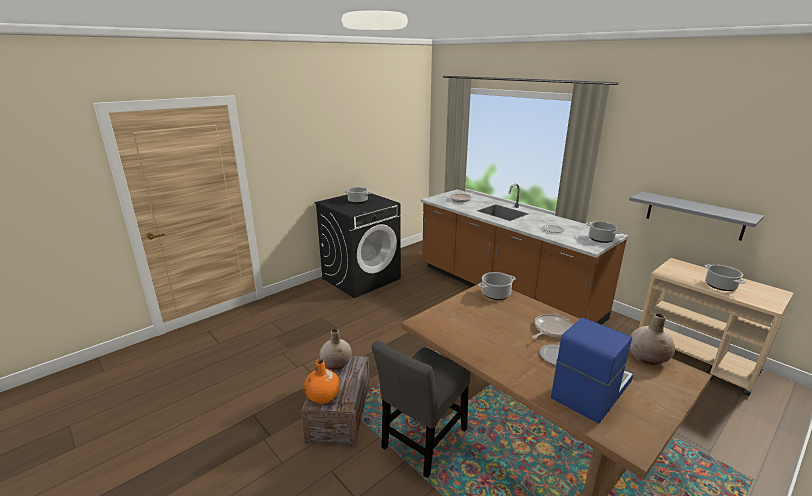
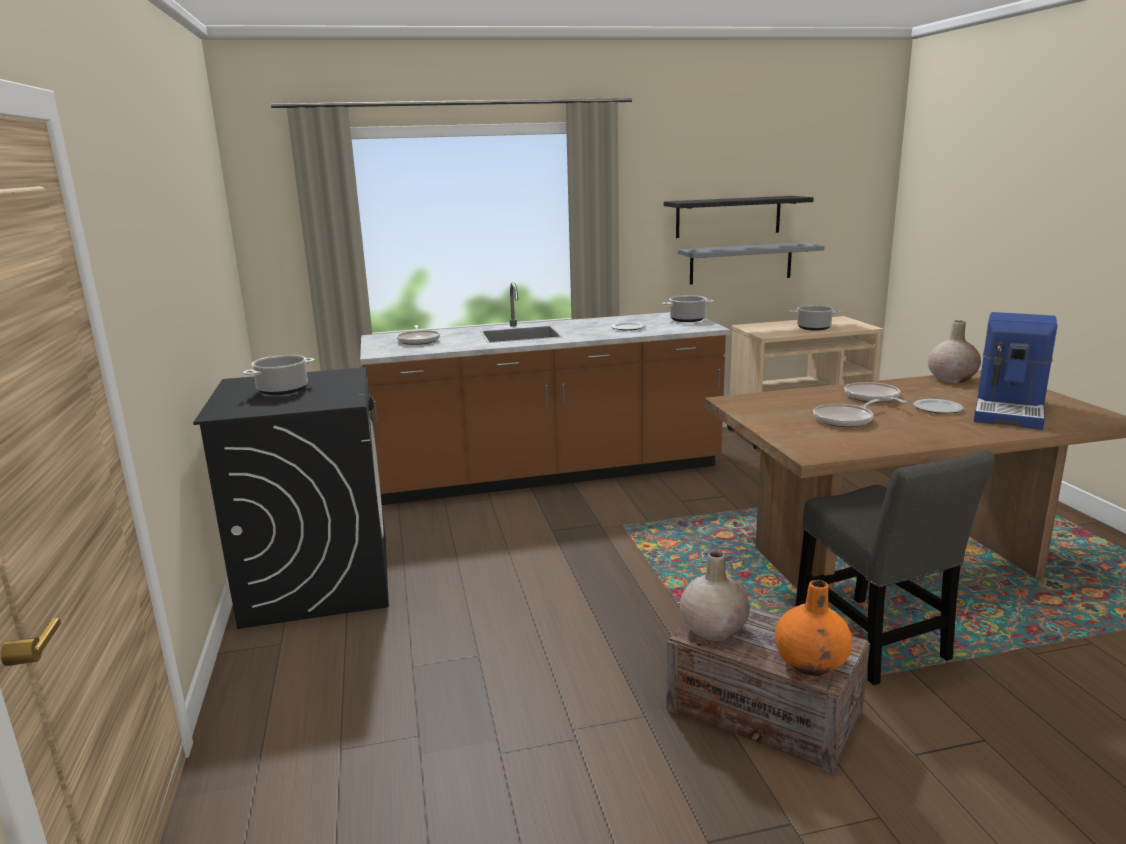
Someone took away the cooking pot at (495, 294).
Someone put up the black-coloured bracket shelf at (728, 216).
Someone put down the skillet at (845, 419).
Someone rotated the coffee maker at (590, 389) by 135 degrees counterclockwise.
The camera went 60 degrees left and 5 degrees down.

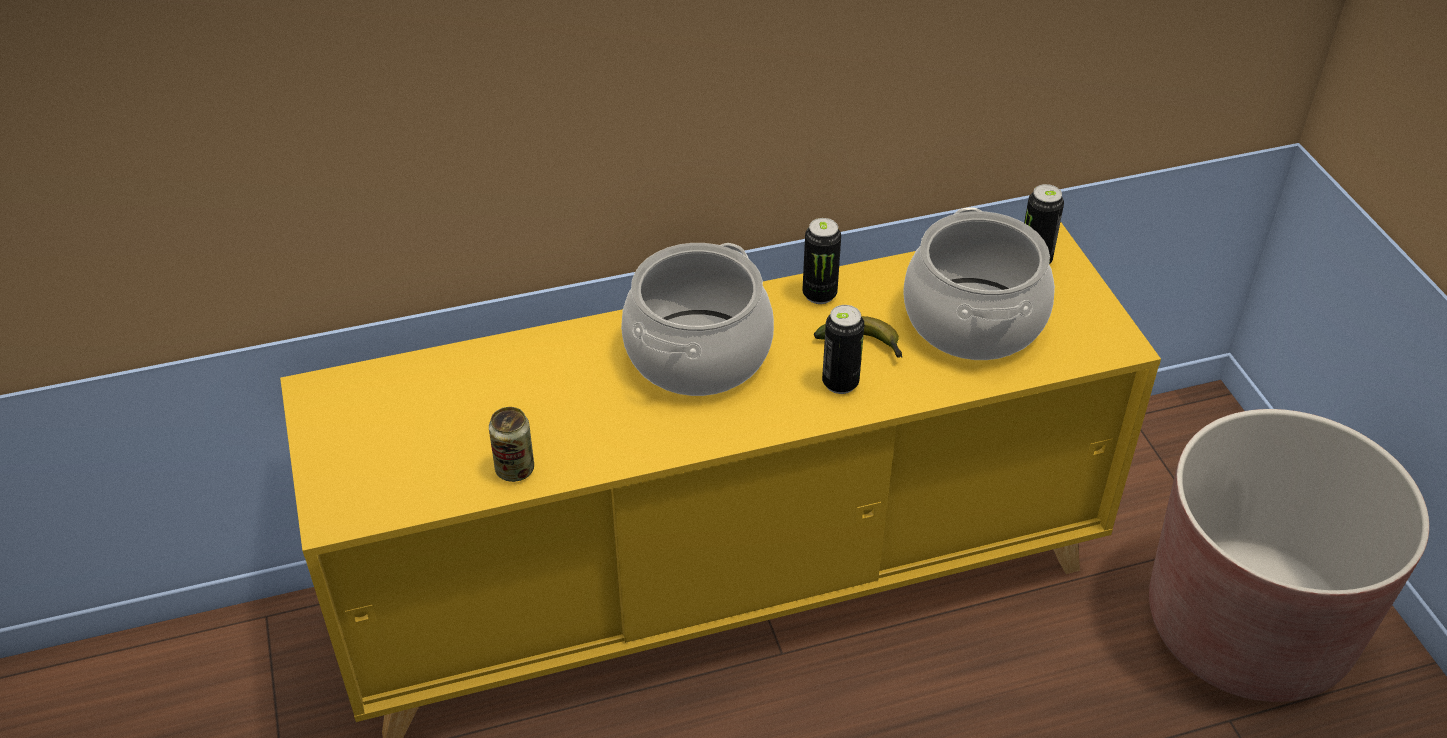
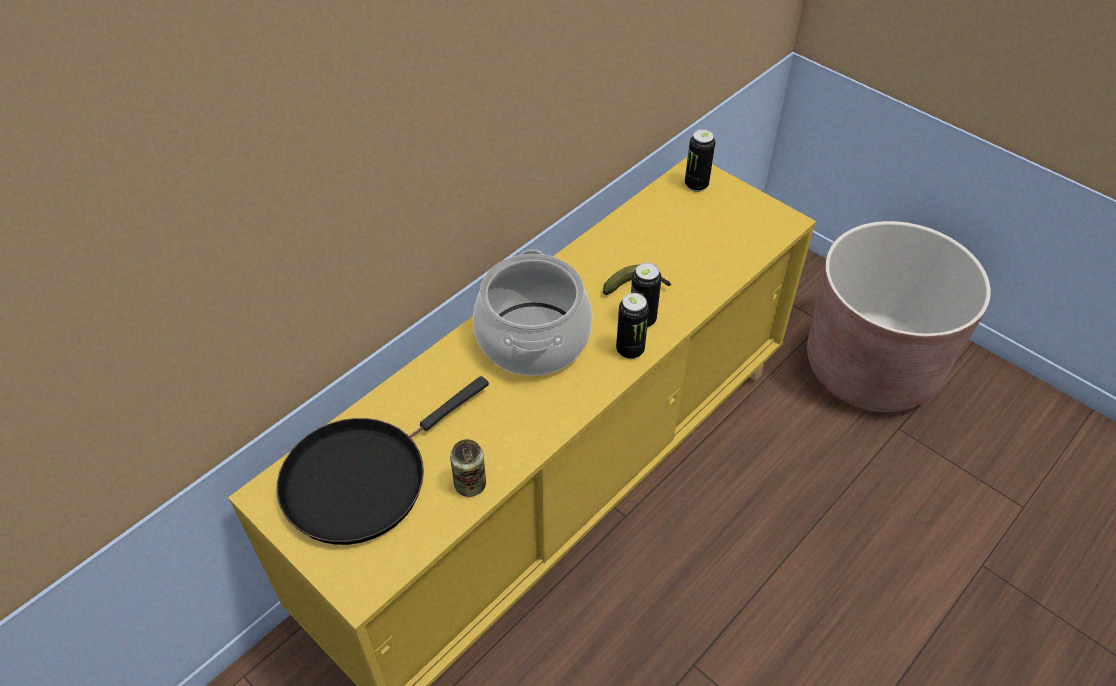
Someone took away the cooking pot at (972, 319).
Someone put down the black-coloured skillet at (362, 478).
Someone carried the metal can from (819, 294) to (630, 350).
The camera went 30 degrees left and 5 degrees up.

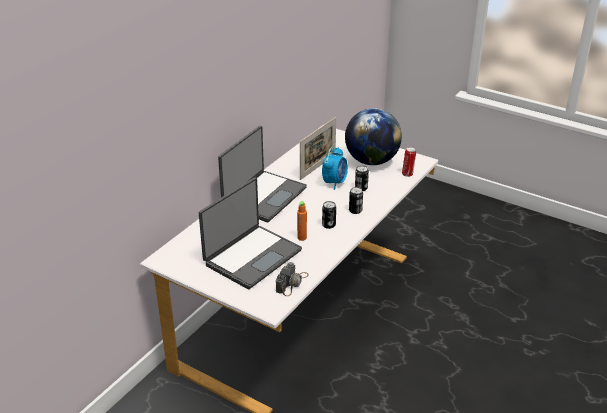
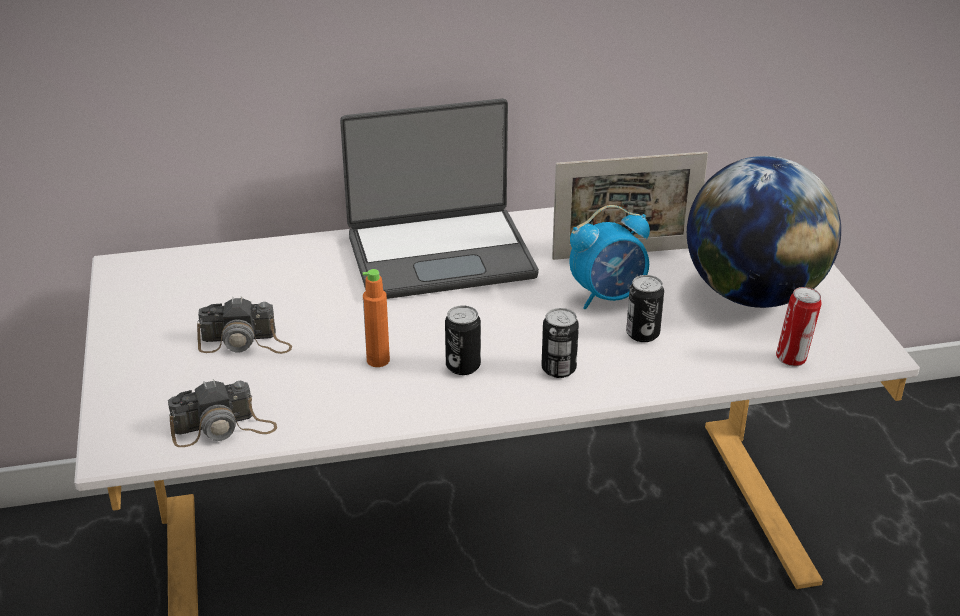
Someone swapped the portable computer at (251, 257) for the still camera at (245, 343).
The camera went 45 degrees right and 0 degrees up.

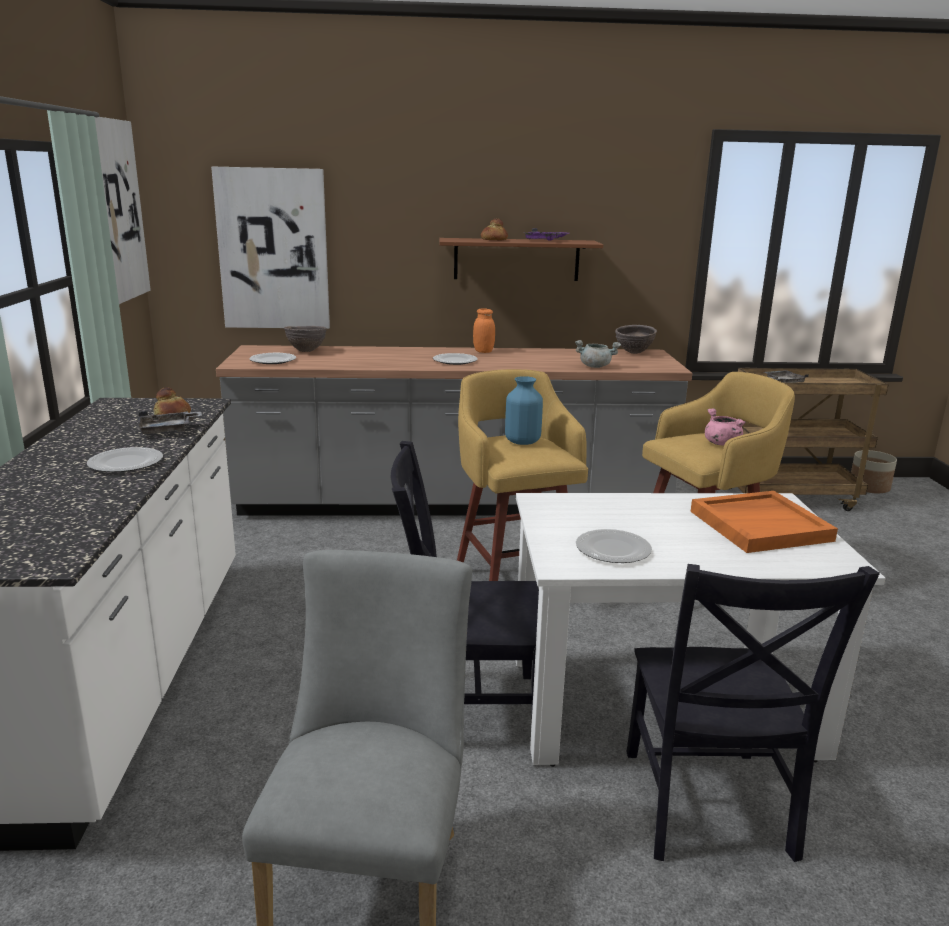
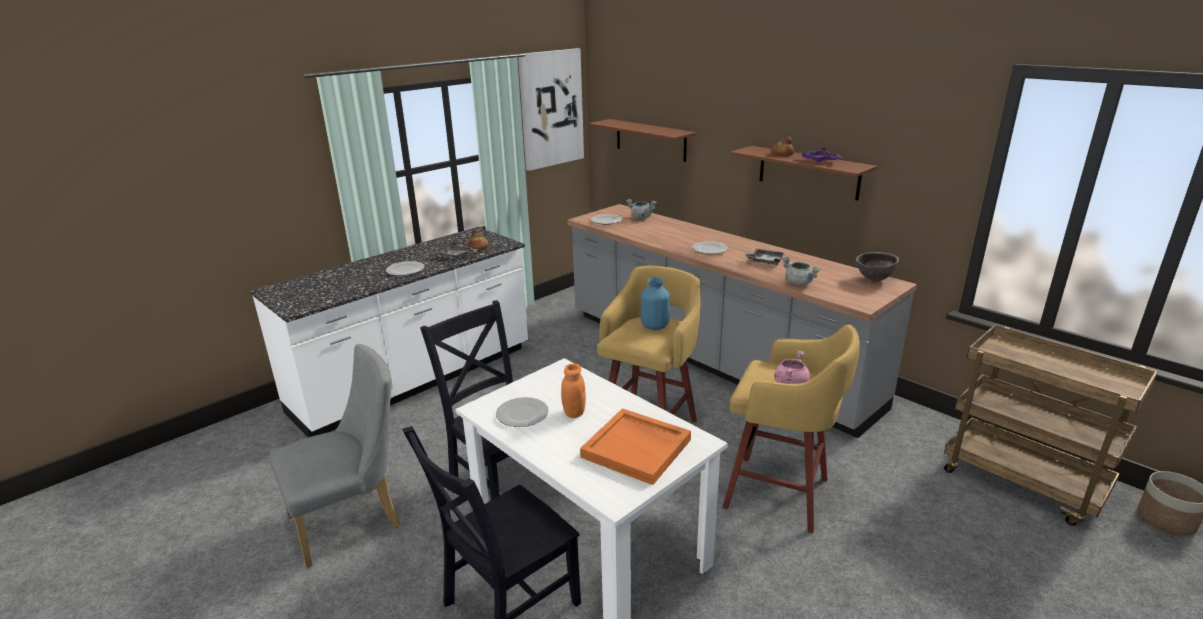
Someone carried the orangey preserve jar from (483, 351) to (574, 412).
Someone carried the gray serving tray from (783, 382) to (764, 261).
Someone swapped the wall picture at (273, 249) for the brown-coloured bracket shelf at (650, 140).
Someone swapped the brown-coloured serving bowl at (306, 351) for the gray cooking pot at (641, 218).
The camera went 50 degrees right and 5 degrees up.

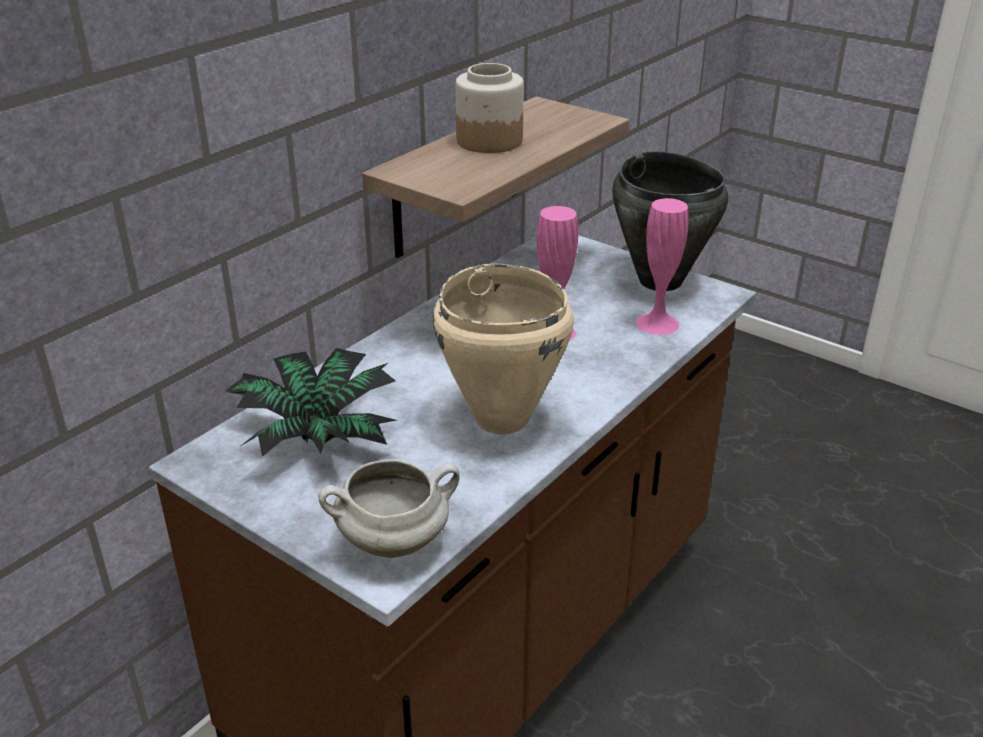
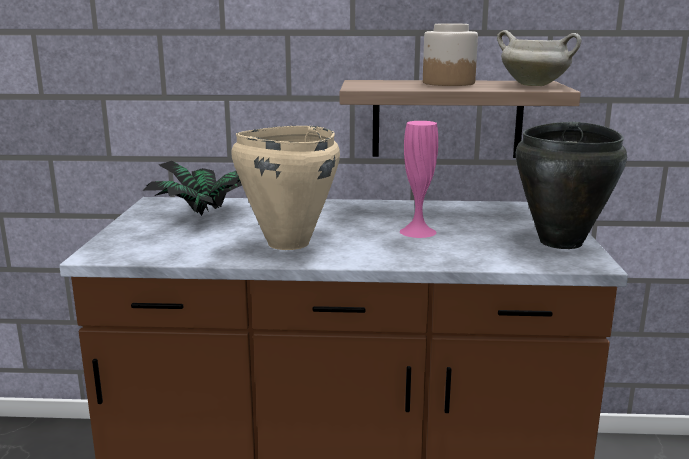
Someone took away the pink-coloured vase at (657, 323).
Someone carried the white-coloured cooking pot from (394, 541) to (535, 85).
The camera went 55 degrees right and 15 degrees down.

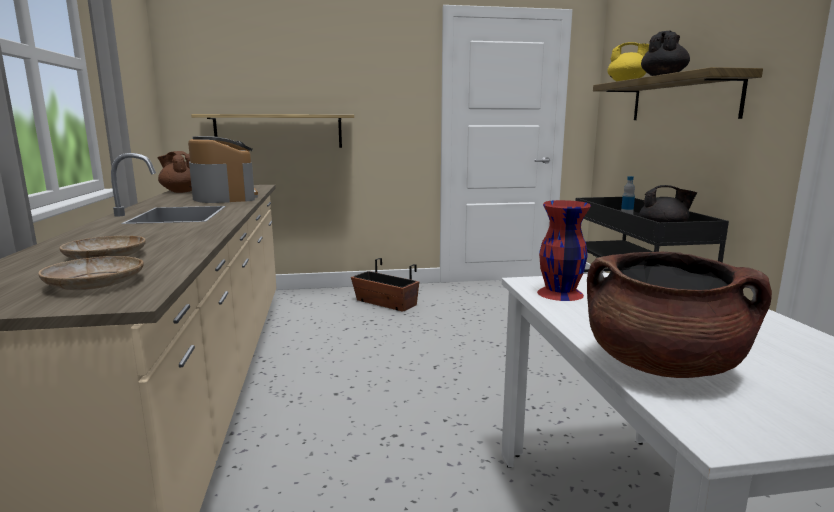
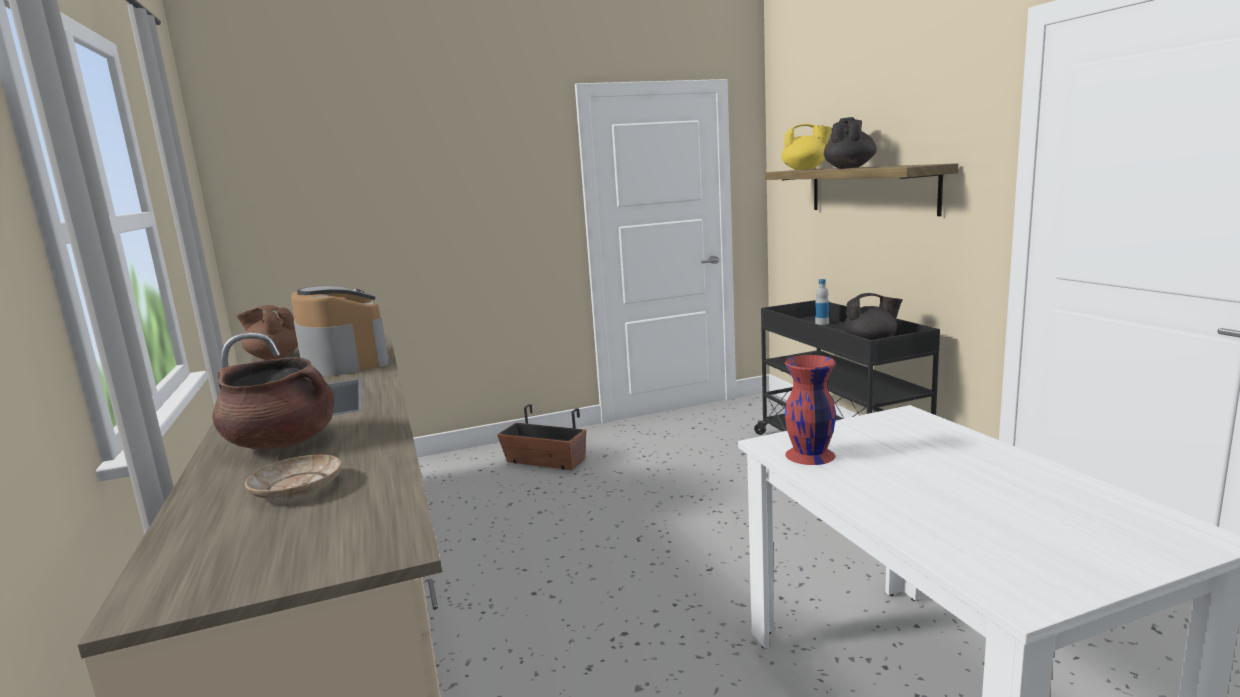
Someone took away the beige flat dish at (95, 283).
Someone took away the bracket shelf at (278, 131).
Someone carried the brown-coloured cooking pot from (662, 366) to (283, 443).
The camera went 10 degrees left and 0 degrees up.

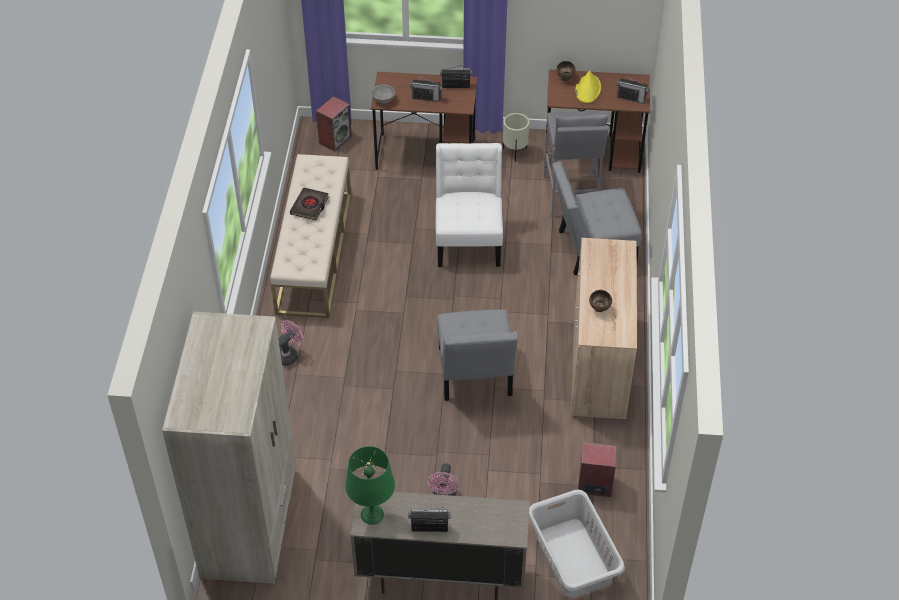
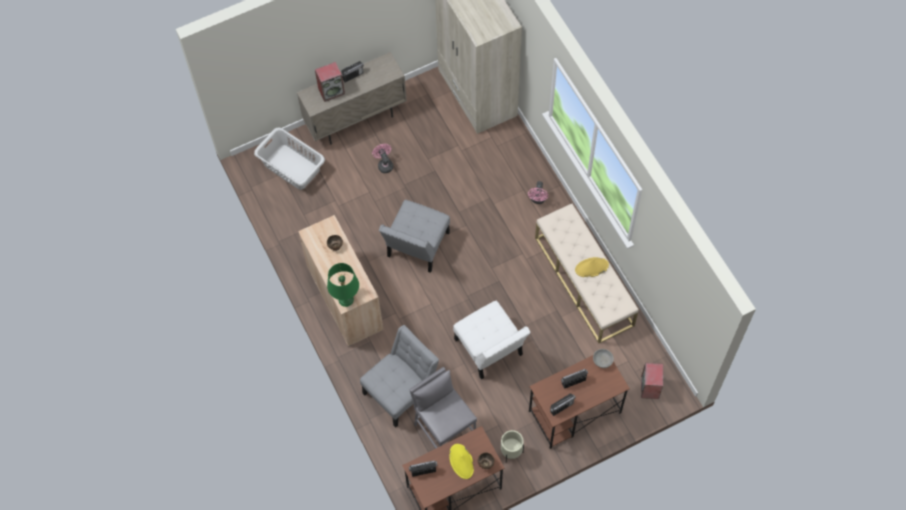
Someone carried the green-coloured tabletop lamp from (372, 515) to (346, 299).
Someone carried the audio speaker from (594, 485) to (331, 91).
Someone swapped the black-coloured book at (310, 206) for the yellowish wearable hat at (591, 267).
Someone rotated the gray upright chair at (475, 376) by 120 degrees counterclockwise.
The camera went 150 degrees right and 15 degrees up.

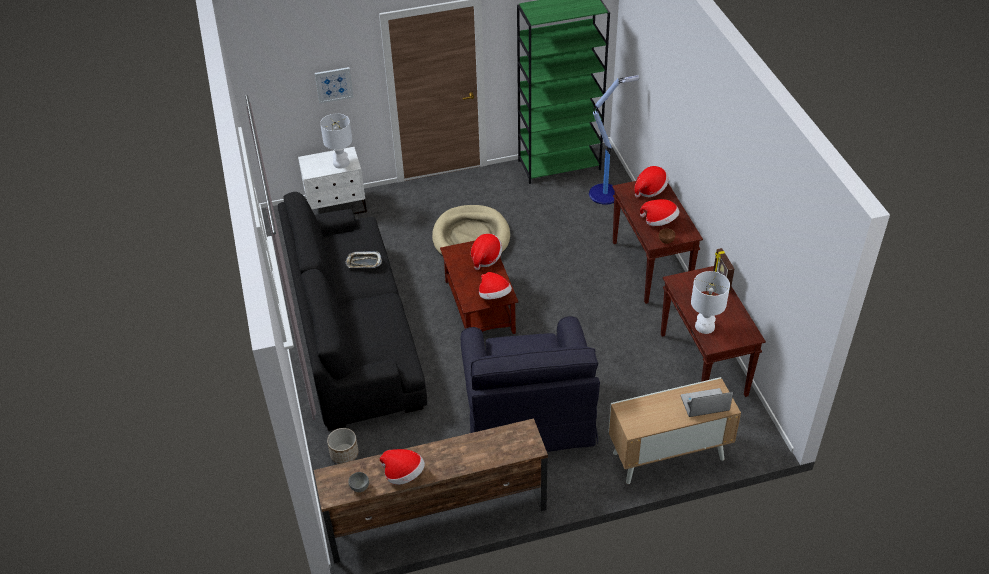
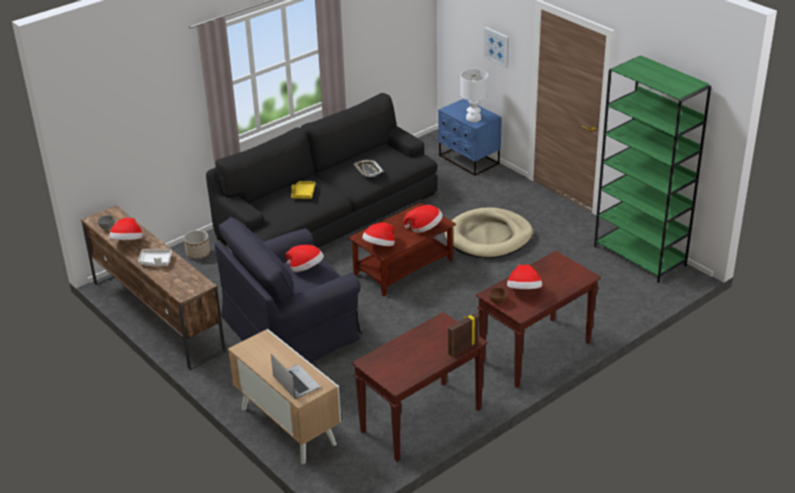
Someone took away the standard lamp at (605, 193).
Someone took away the white-coloured tabletop lamp at (704, 327).
Someone put down the white-coloured serving tray at (155, 261).
Someone put down the yellowish serving tray at (303, 193).
Someone carried the wearable hat from (650, 190) to (306, 269).
Someone repainted the white-coloured nightstand at (337, 207), which became the blue-coloured nightstand at (468, 160).
The camera went 65 degrees right and 10 degrees down.

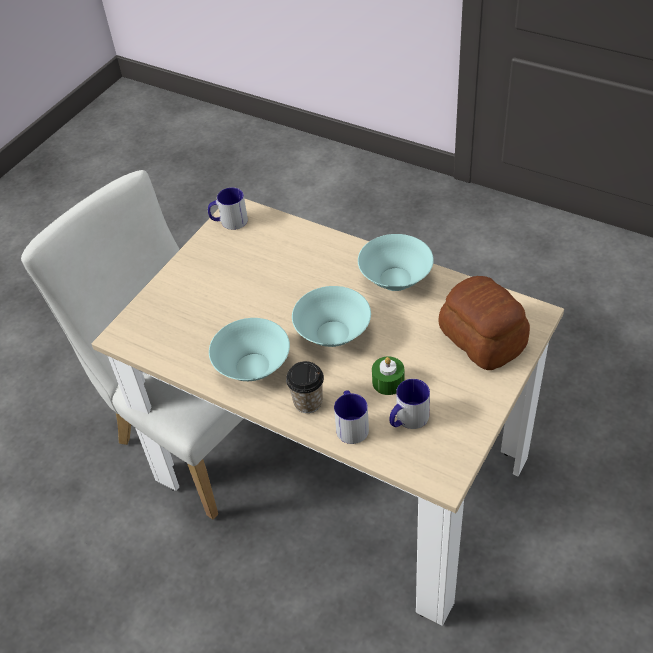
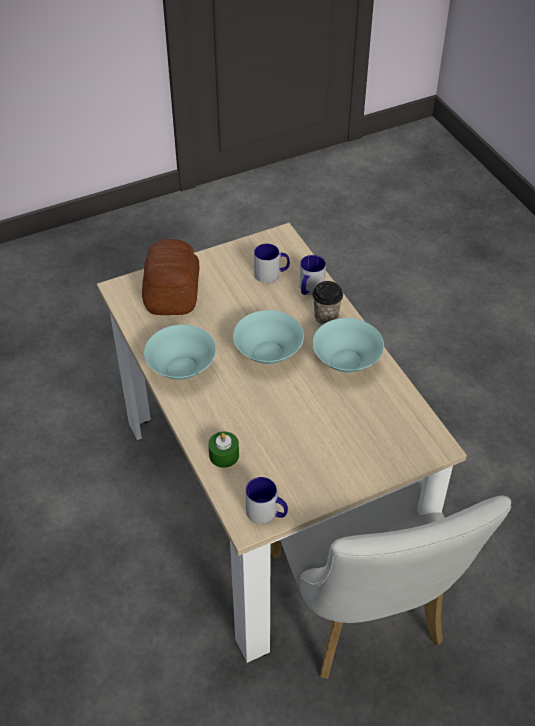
Someone carried the green-coloured wax light from (388, 382) to (224, 455).
The camera went 150 degrees left and 0 degrees up.

